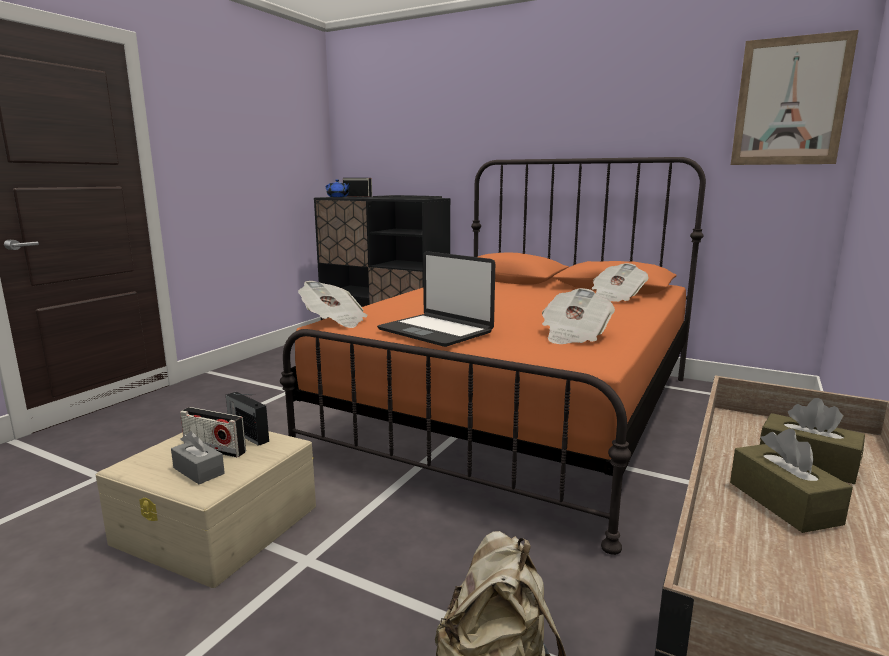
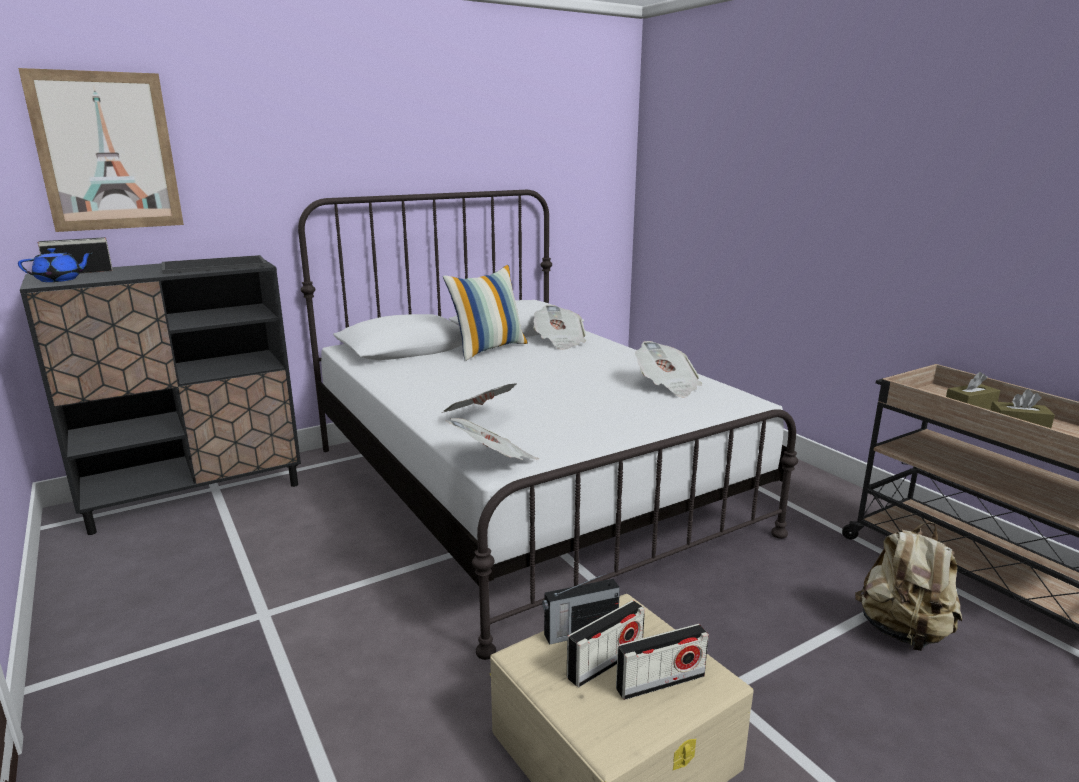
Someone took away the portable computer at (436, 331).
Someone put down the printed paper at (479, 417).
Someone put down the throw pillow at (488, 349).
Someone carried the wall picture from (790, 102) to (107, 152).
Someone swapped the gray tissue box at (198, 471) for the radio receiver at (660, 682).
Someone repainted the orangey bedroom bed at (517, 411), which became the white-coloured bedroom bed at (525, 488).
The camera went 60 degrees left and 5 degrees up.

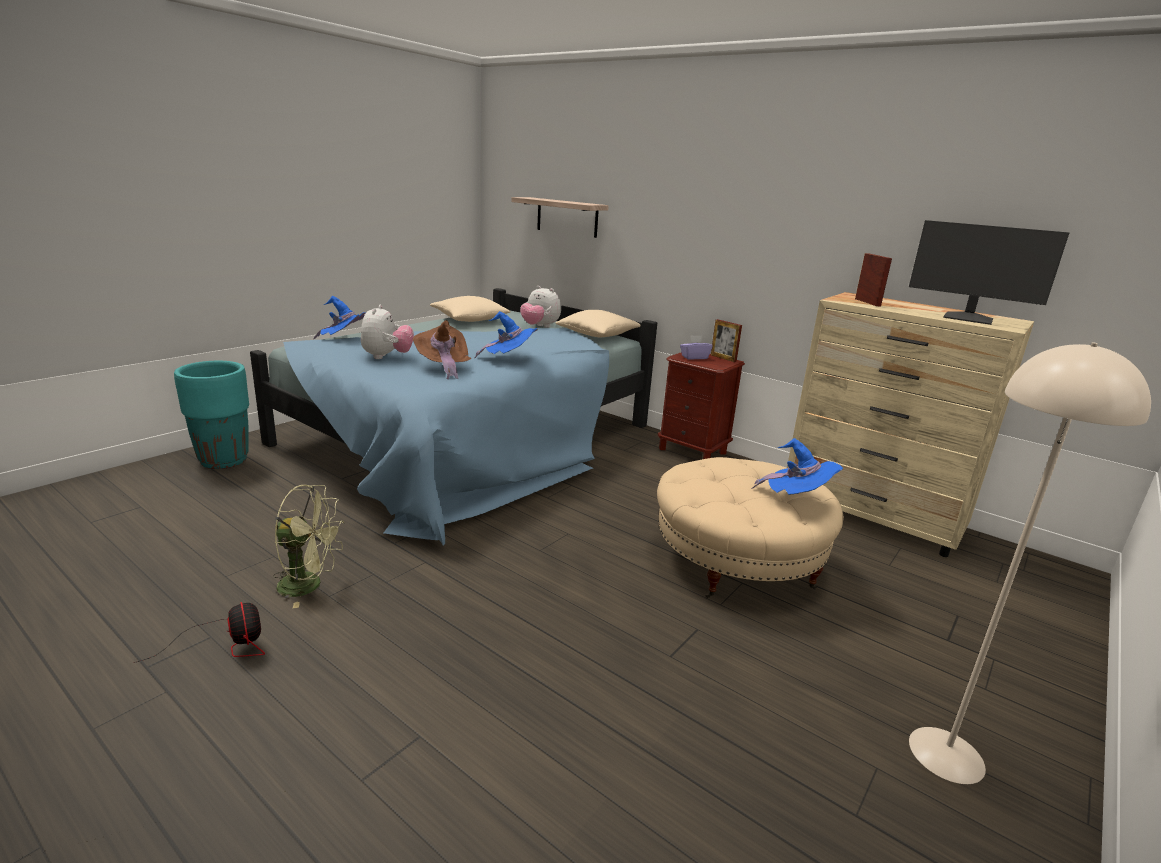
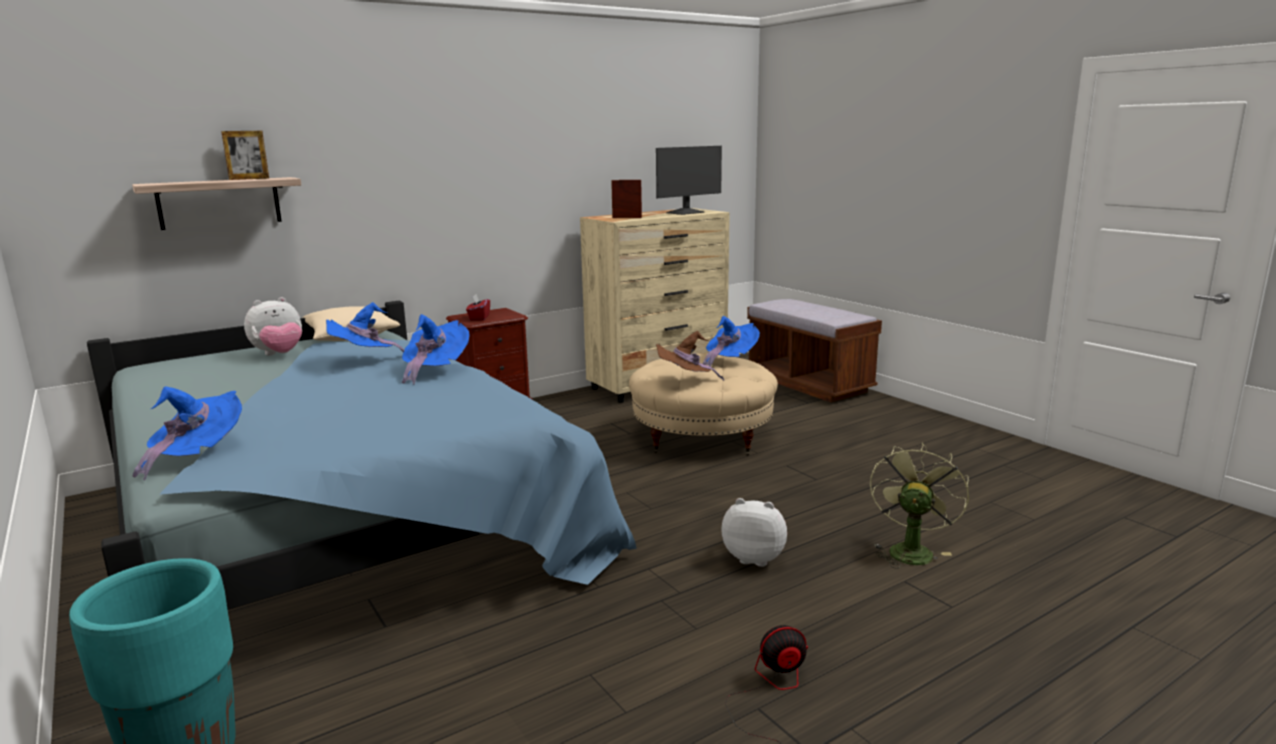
Someone took away the beige throw pillow at (470, 320).
Someone took away the beige standard lamp at (947, 755).
Someone put down the blue-coloured wearable hat at (365, 360).
Someone put down the brown-coloured bench at (808, 383).
Someone carried the green-coloured electric fan from (309, 585) to (910, 550).
Someone carried the soft toy from (387, 357) to (755, 558).
Someone carried the brown-coloured wearable hat from (443, 368) to (685, 381).
Someone carried the standing frame from (723, 358) to (249, 179).
Someone repainted the purplish tissue box at (694, 357), which became the red tissue box at (479, 318).
The camera went 70 degrees left and 5 degrees down.

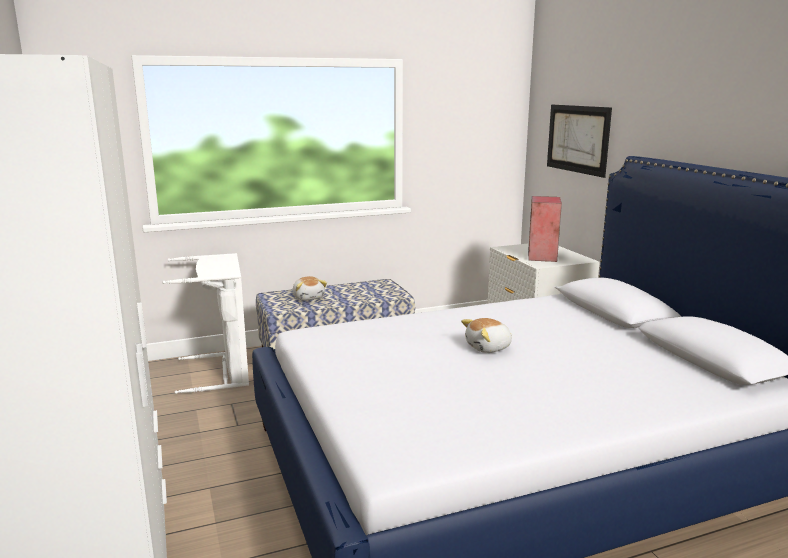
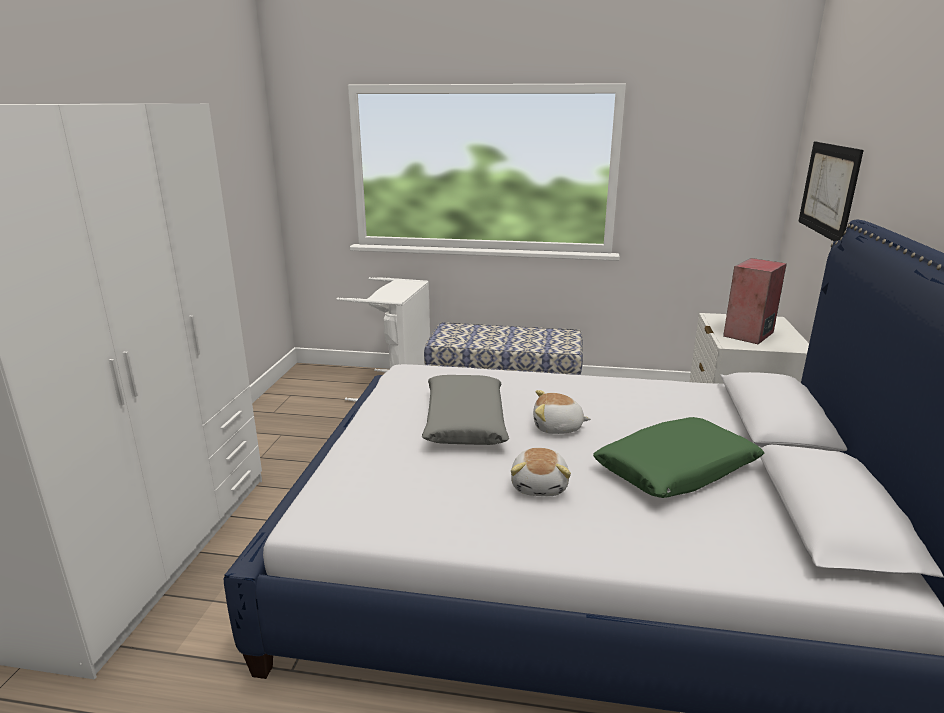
Someone put down the gray throw pillow at (464, 422).
Someone put down the green-coloured throw pillow at (676, 470).
Someone carried the soft toy from (309, 297) to (540, 486).
The camera went 30 degrees right and 5 degrees up.

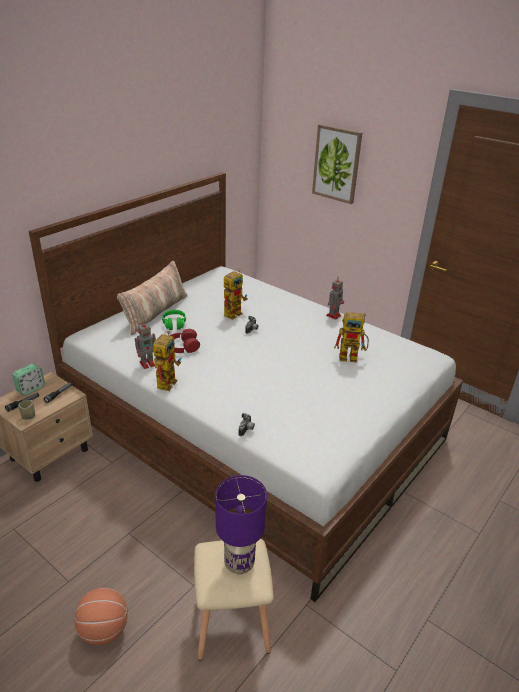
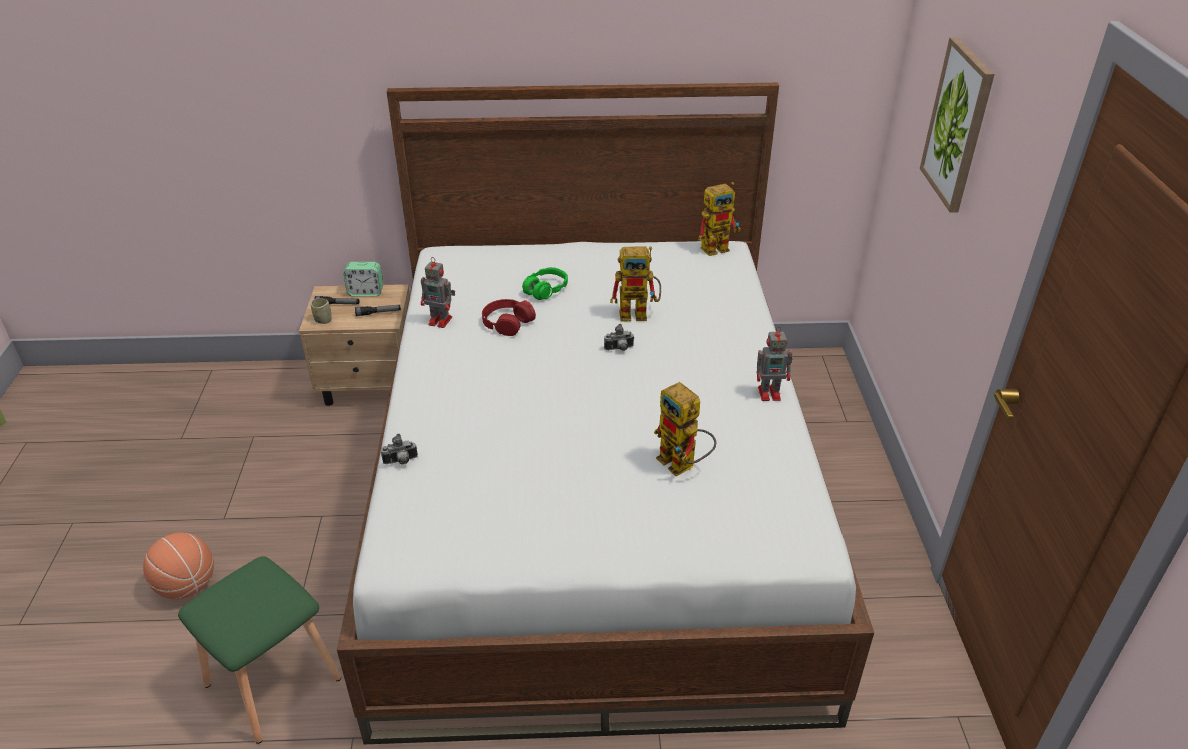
Someone took away the throw pillow at (155, 312).
Someone took away the purplish tabletop lamp at (240, 563).
Someone carried the robot figure from (167, 381) to (719, 247).
Someone repainted the beige stool seat at (230, 621), which became the green-coloured stool seat at (274, 679).
The camera went 50 degrees right and 5 degrees up.

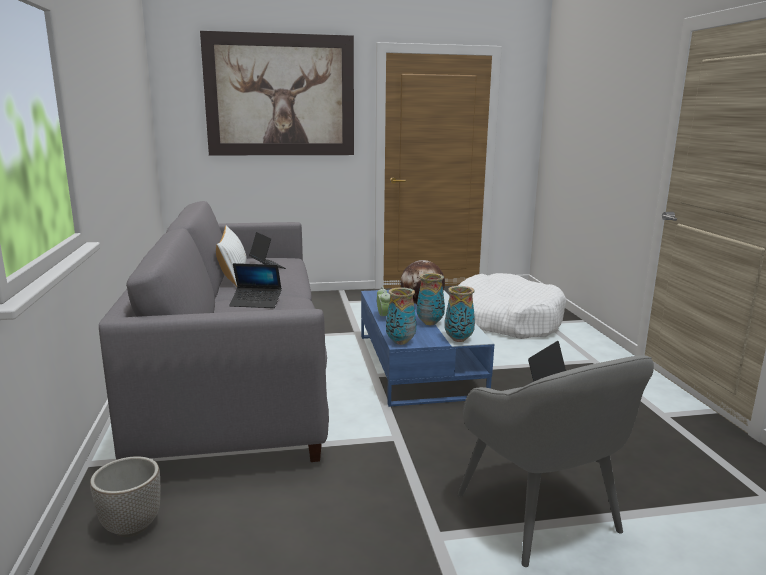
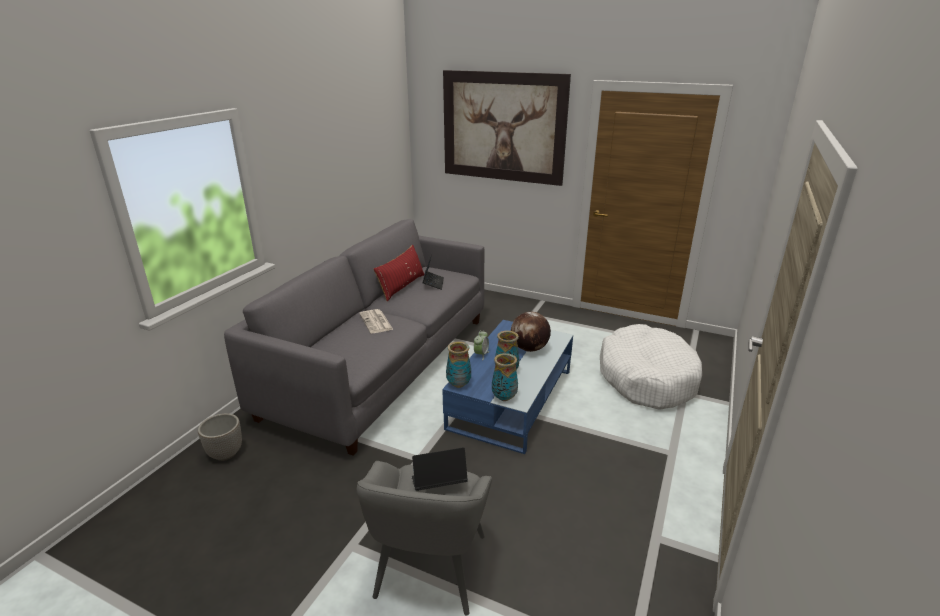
Someone swapped the portable computer at (256, 302) for the printed paper at (376, 322).
Someone repainted the white-coloured throw pillow at (233, 274), which became the red throw pillow at (402, 286).
The camera went 35 degrees right and 10 degrees up.

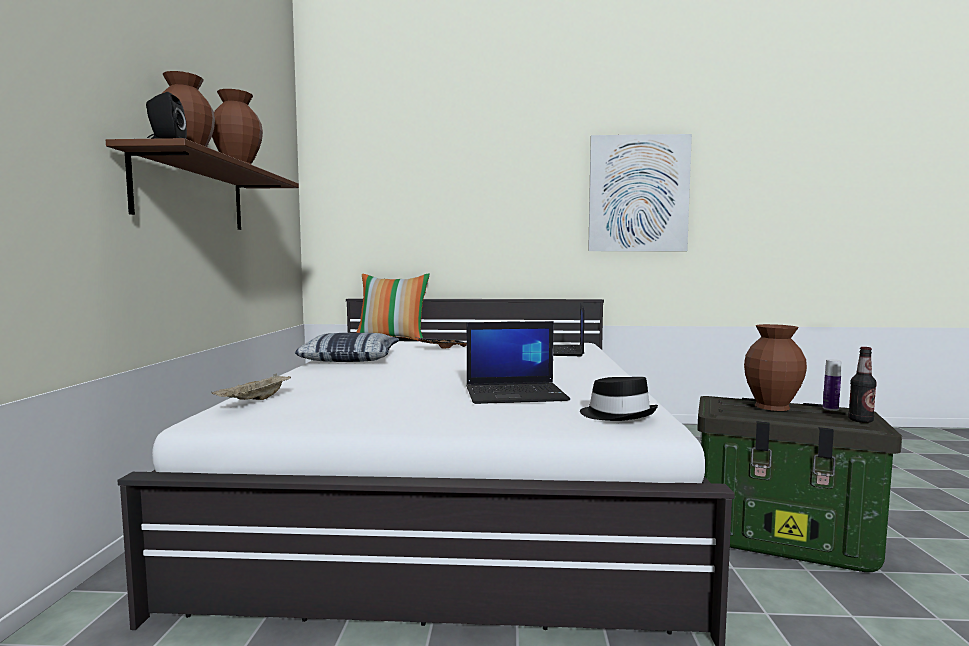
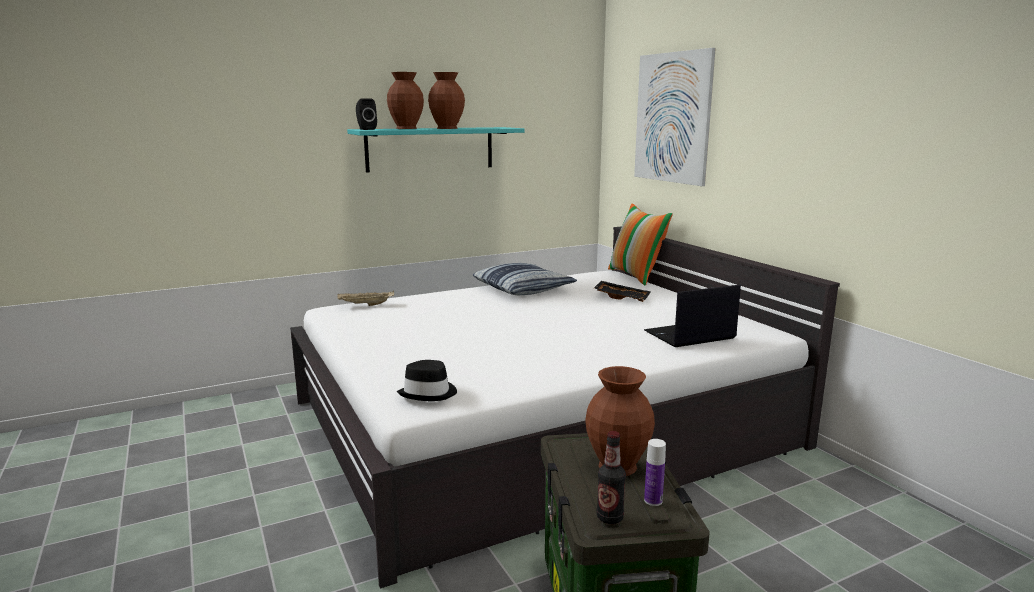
Someone took away the portable computer at (516, 394).
Someone carried the wall picture from (638, 193) to (672, 118).
Someone repainted the brown-coloured bracket shelf at (192, 194), which became the turquoise bracket shelf at (430, 149).
The camera went 60 degrees right and 10 degrees up.

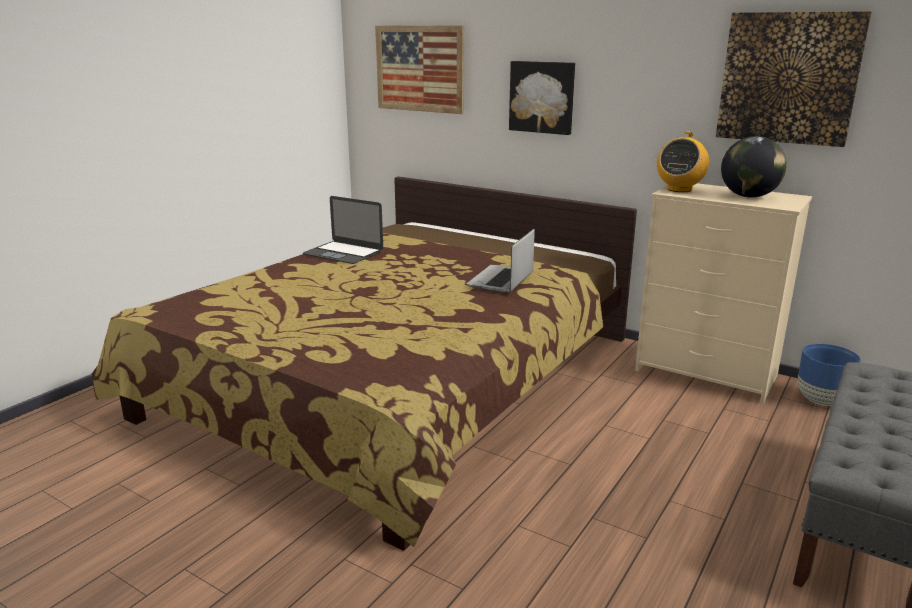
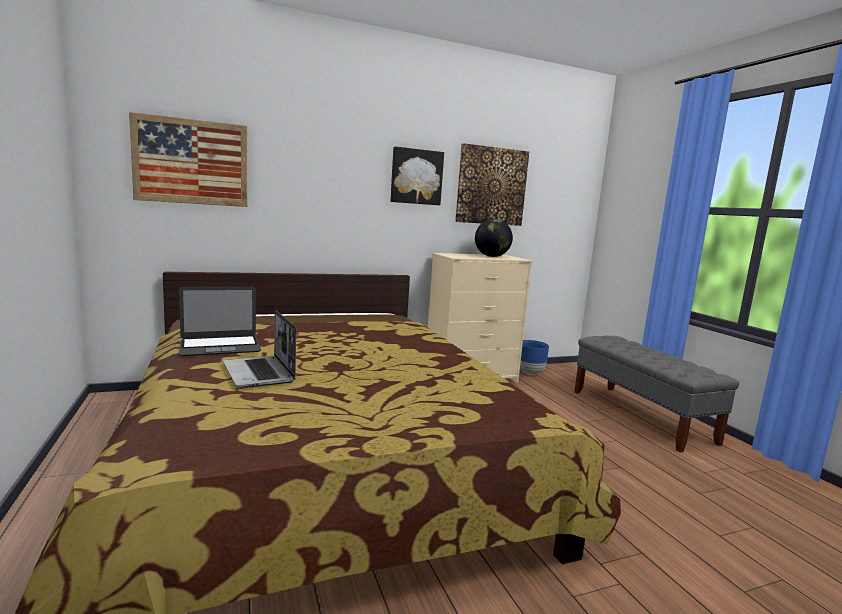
Someone took away the radio receiver at (679, 189).
Someone carried the portable computer from (501, 281) to (259, 373).
Someone carried the wall picture from (542, 97) to (416, 177).
The camera went 55 degrees left and 10 degrees down.

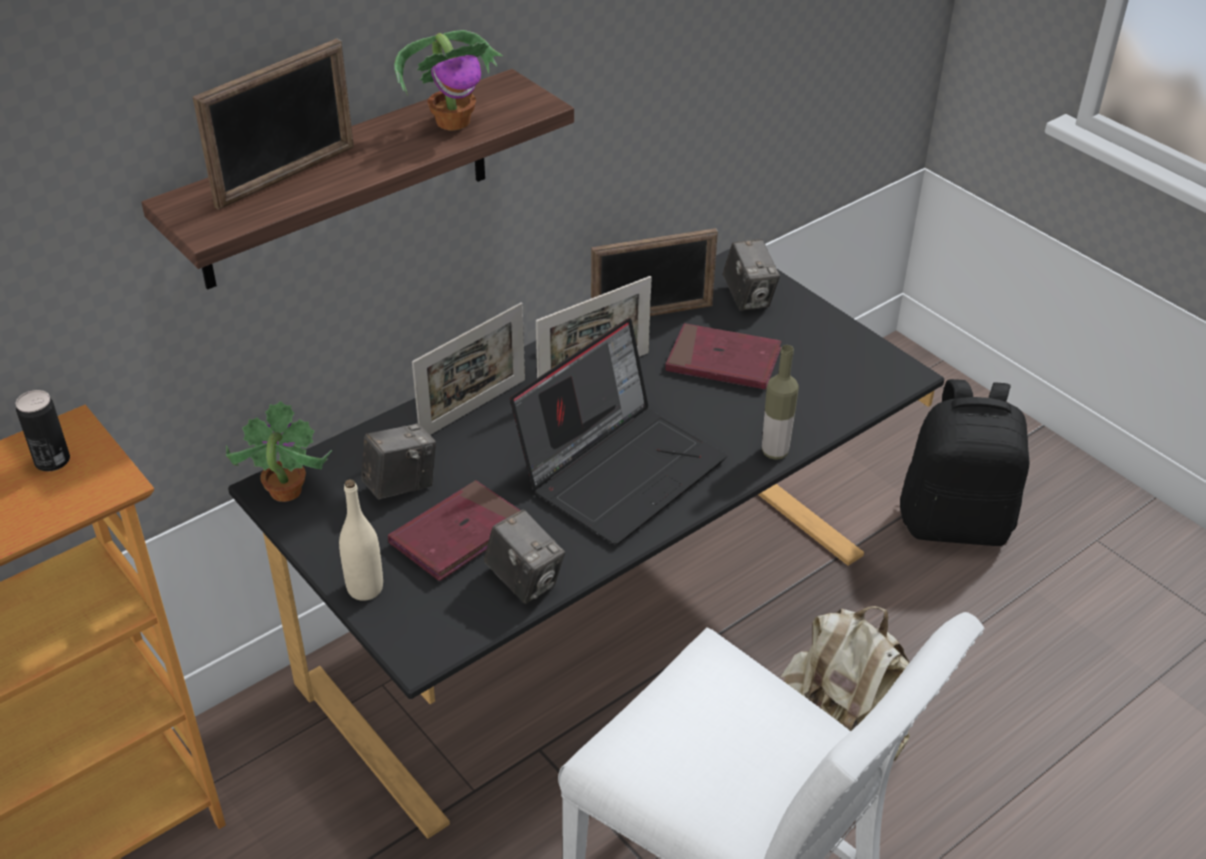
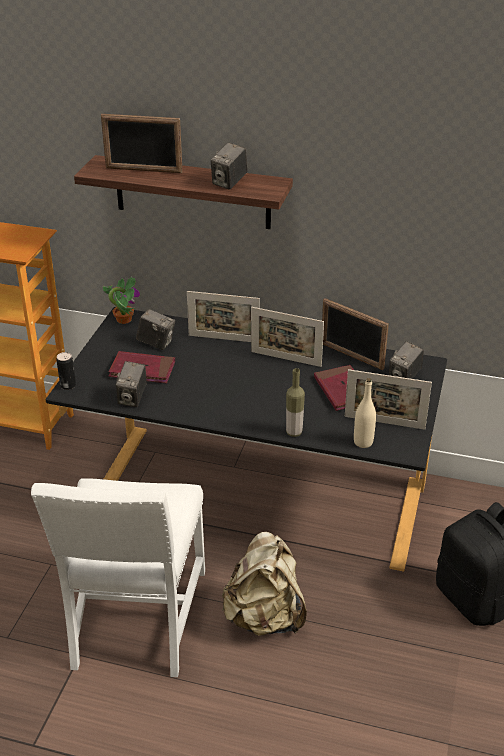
Someone took away the portable computer at (621, 468).
Someone put down the standing frame at (384, 422).
Someone carried the metal can from (52, 461) to (68, 385).
Someone carried the beige bottle from (365, 588) to (363, 442).
Someone swapped the plant in a pot at (454, 121) for the still camera at (229, 183).
The camera went 55 degrees right and 5 degrees down.

